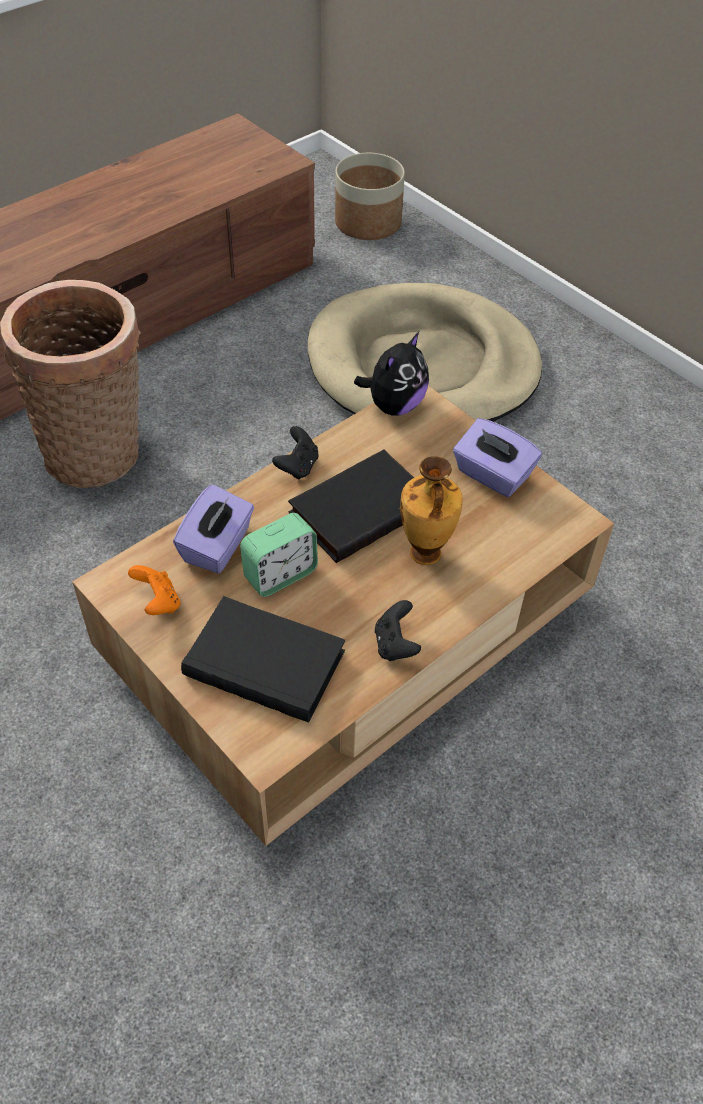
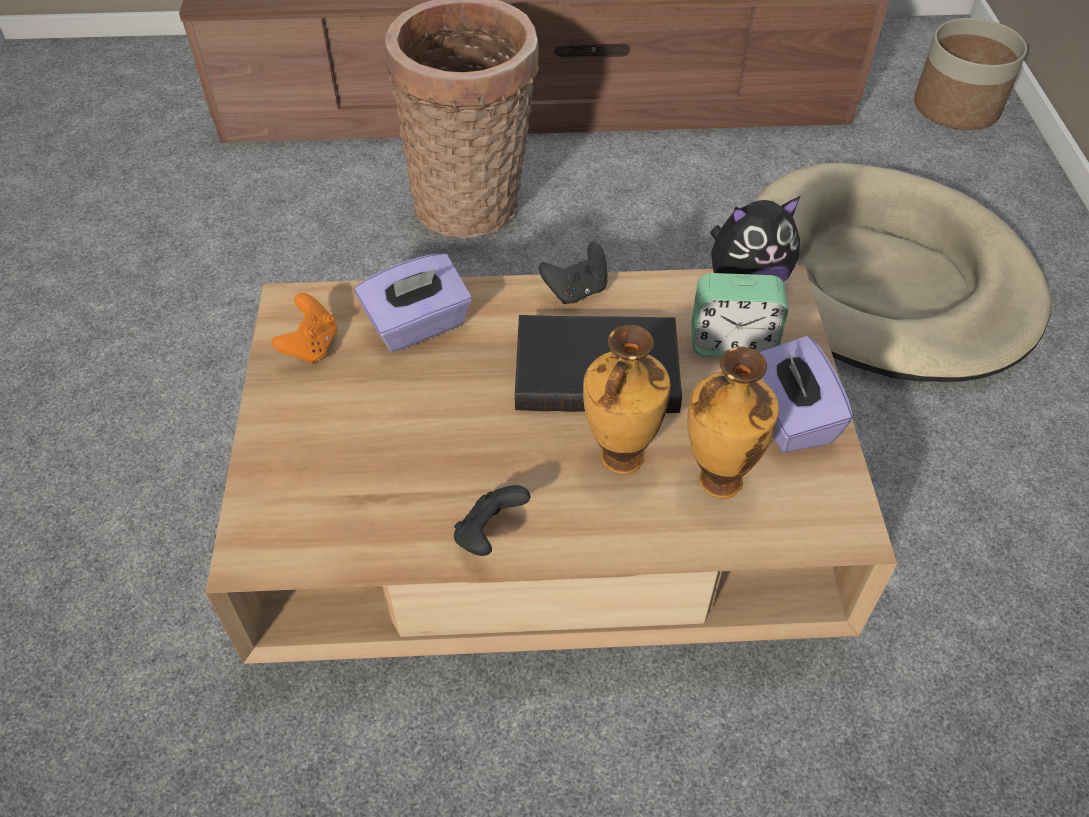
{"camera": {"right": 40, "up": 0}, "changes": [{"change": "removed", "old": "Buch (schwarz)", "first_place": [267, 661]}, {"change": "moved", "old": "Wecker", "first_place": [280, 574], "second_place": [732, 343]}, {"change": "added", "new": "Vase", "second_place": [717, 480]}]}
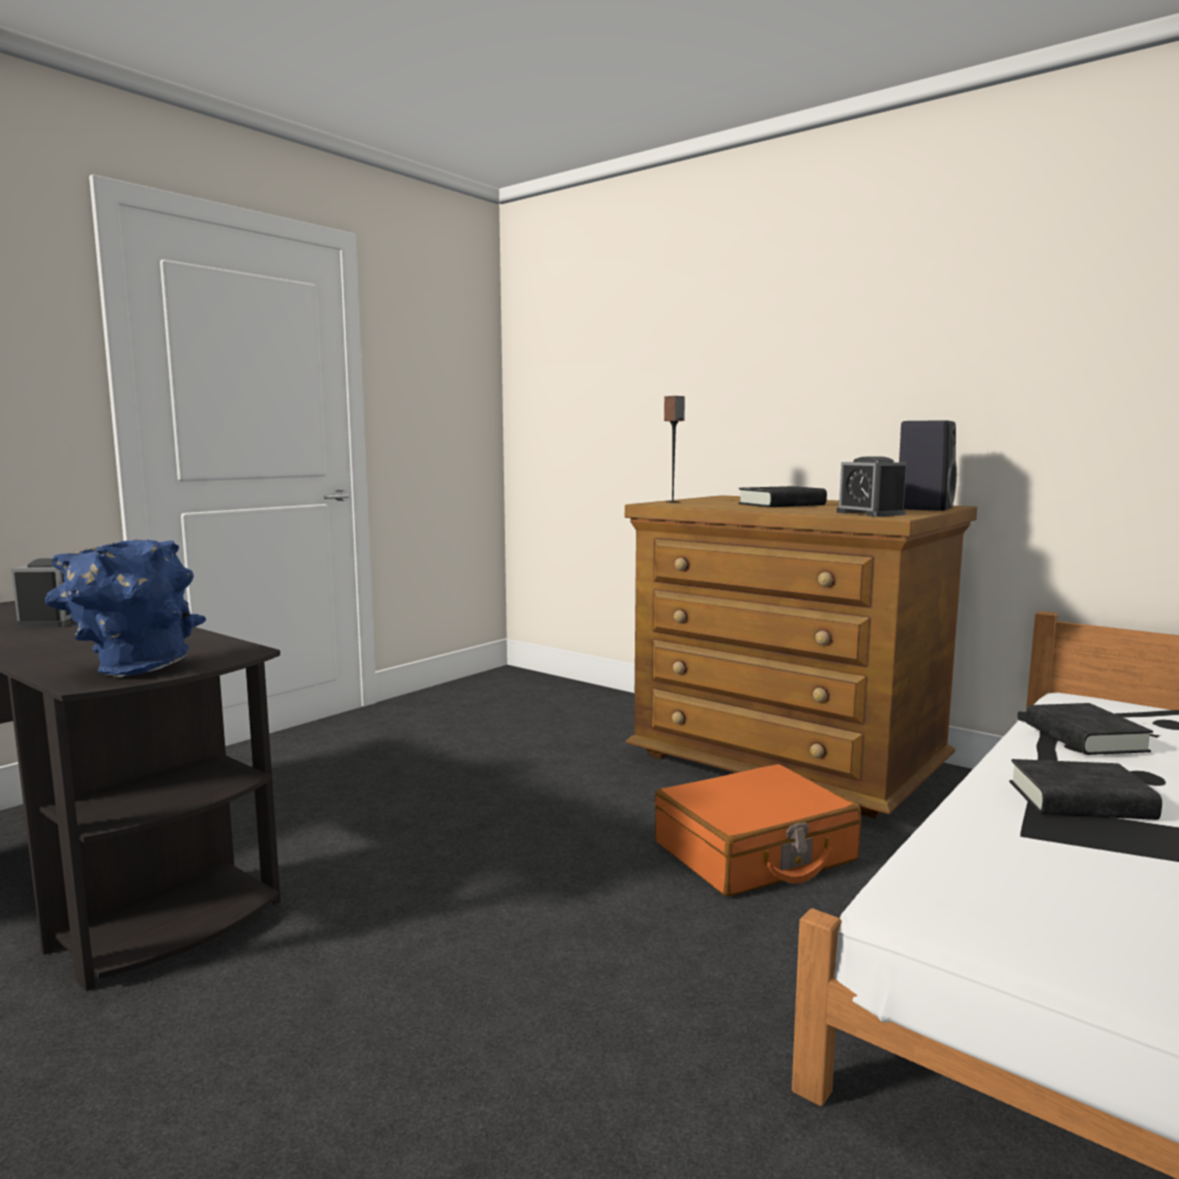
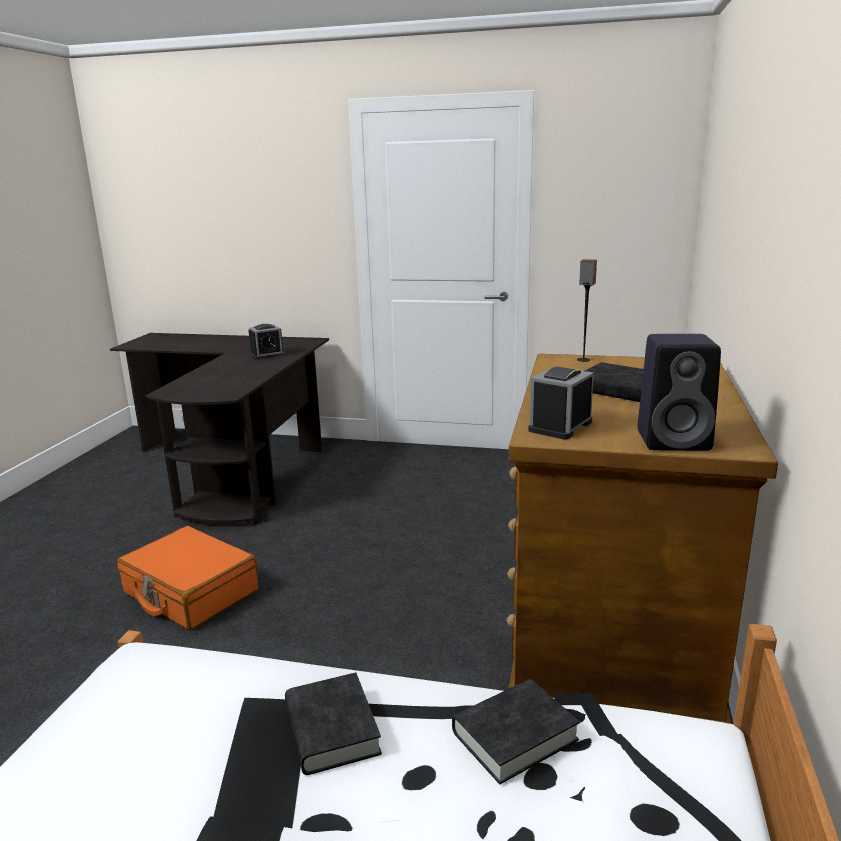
{"camera": {"right": 65, "up": 10}, "changes": [{"change": "removed", "old": "Vase (blau)", "first_place": [133, 671]}, {"change": "moved", "old": "Koffer (orange)", "first_place": [755, 853], "second_place": [190, 592]}]}
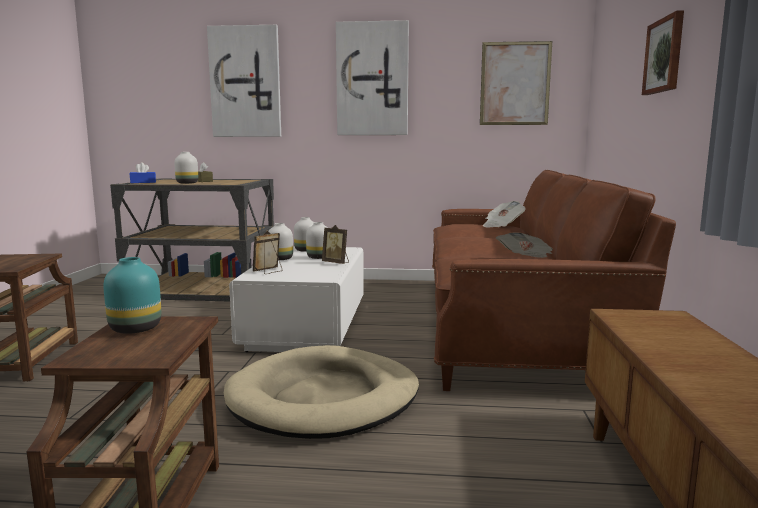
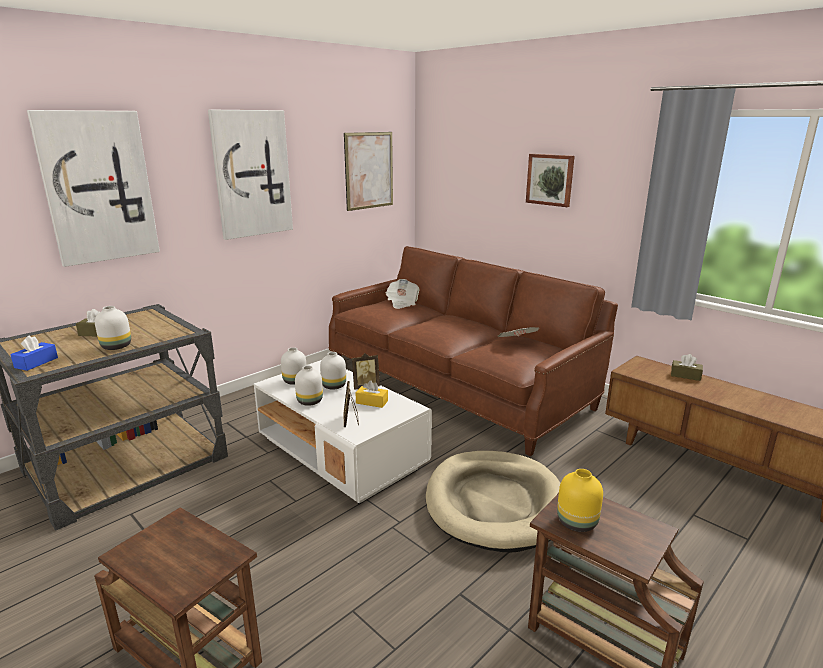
{"camera": {"right": -50, "up": 10}, "changes": [{"change": "recoloured", "old": "Vase (türkis)", "new": "Vase (gelb)", "first_place": [136, 328], "second_place": [575, 522]}, {"change": "added", "new": "Taschentuchbox (gelb)", "second_place": [372, 402]}, {"change": "added", "new": "Taschentuchbox (braun)", "second_place": [685, 375]}]}
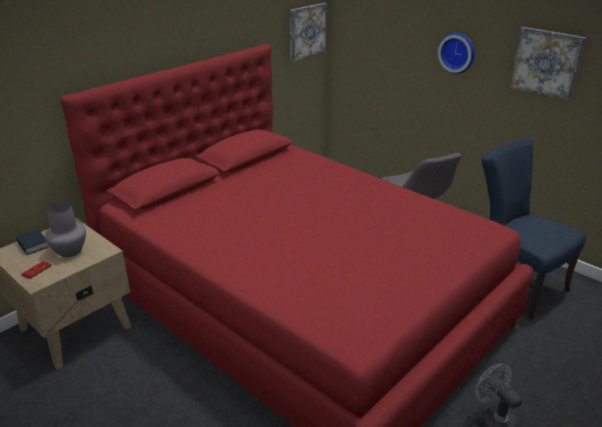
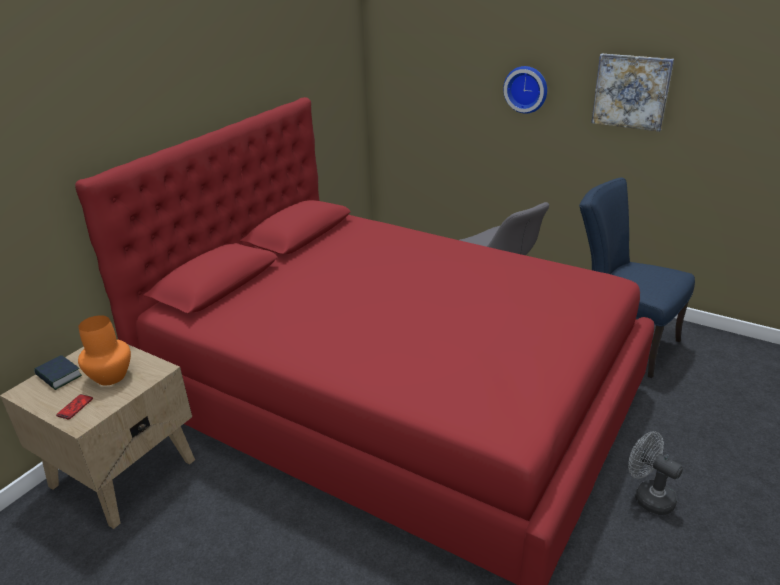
{"camera": {"right": -10, "up": 0}, "changes": [{"change": "recoloured", "old": "Vase (grau)", "new": "Vase (orange)", "first_place": [69, 250], "second_place": [110, 376]}, {"change": "removed", "old": "Bild", "first_place": [307, 31]}]}
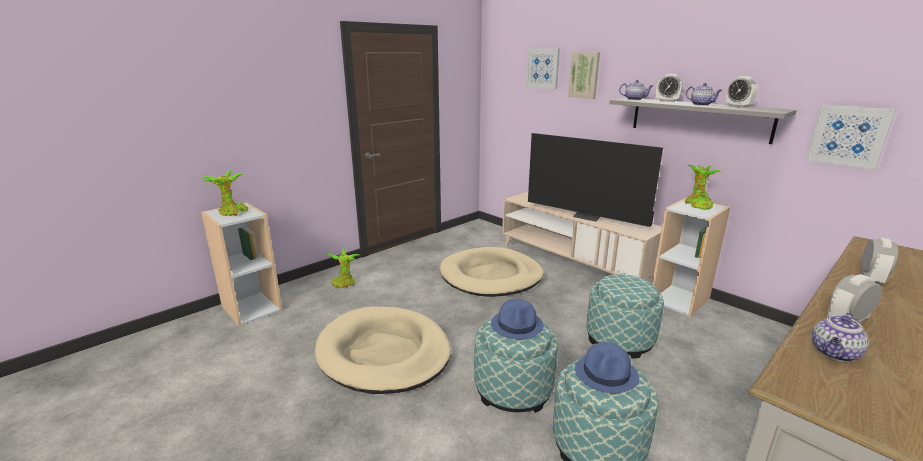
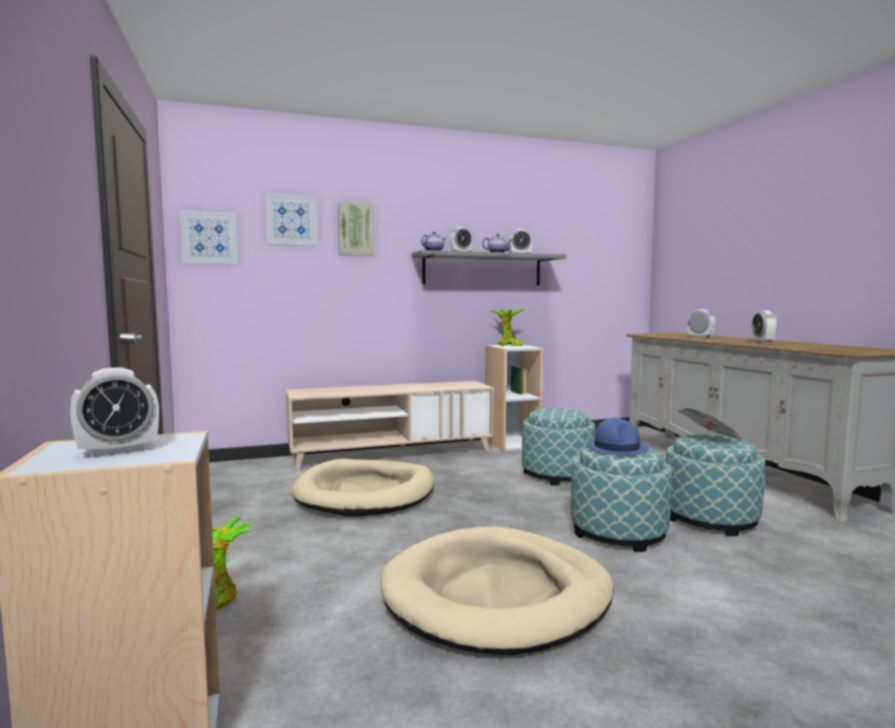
{"camera": {"right": -65, "up": -15}, "changes": [{"change": "replaced", "old": "Topfpflanze", "new": "Wecker", "first_place": [232, 213], "second_place": [118, 451]}, {"change": "removed", "old": "Fernseher", "first_place": [587, 217]}, {"change": "replaced", "old": "Hut (blau)", "new": "Zeitung", "first_place": [606, 374], "second_place": [710, 440]}, {"change": "moved", "old": "Bild", "first_place": [848, 136], "second_place": [209, 238]}, {"change": "removed", "old": "Teekanne", "first_place": [834, 353]}]}
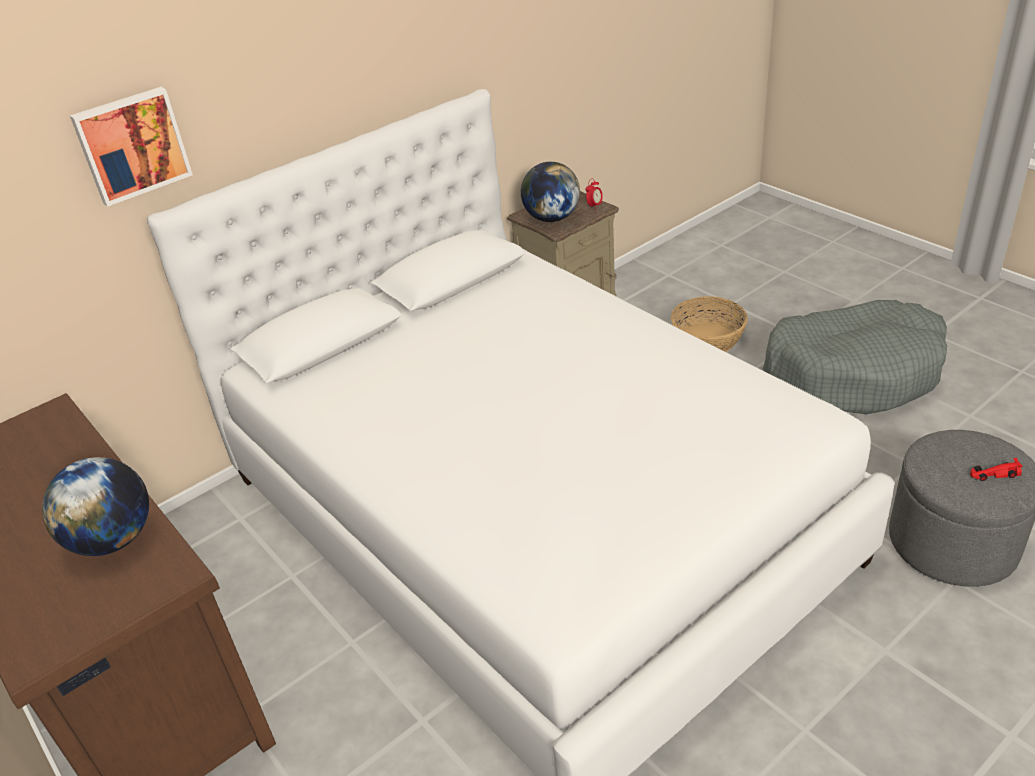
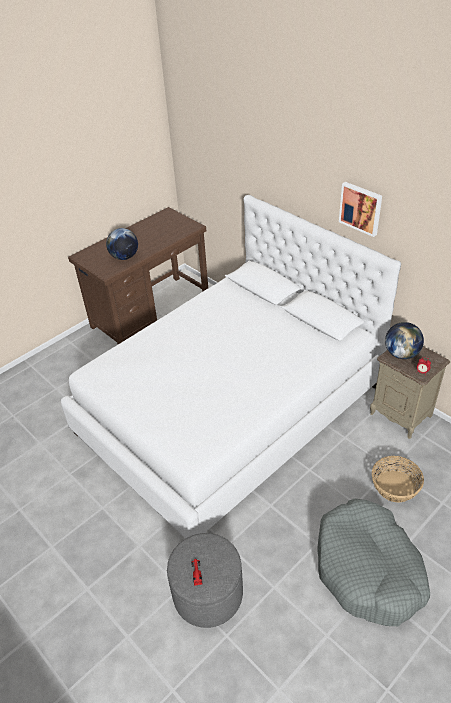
{"camera": {"right": 85, "up": 5}, "changes": [{"change": "moved", "old": "Bild", "first_place": [132, 145], "second_place": [361, 208]}]}
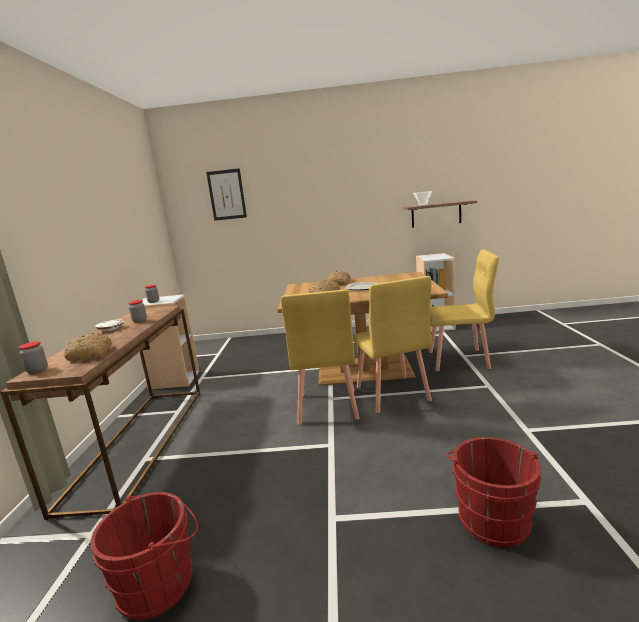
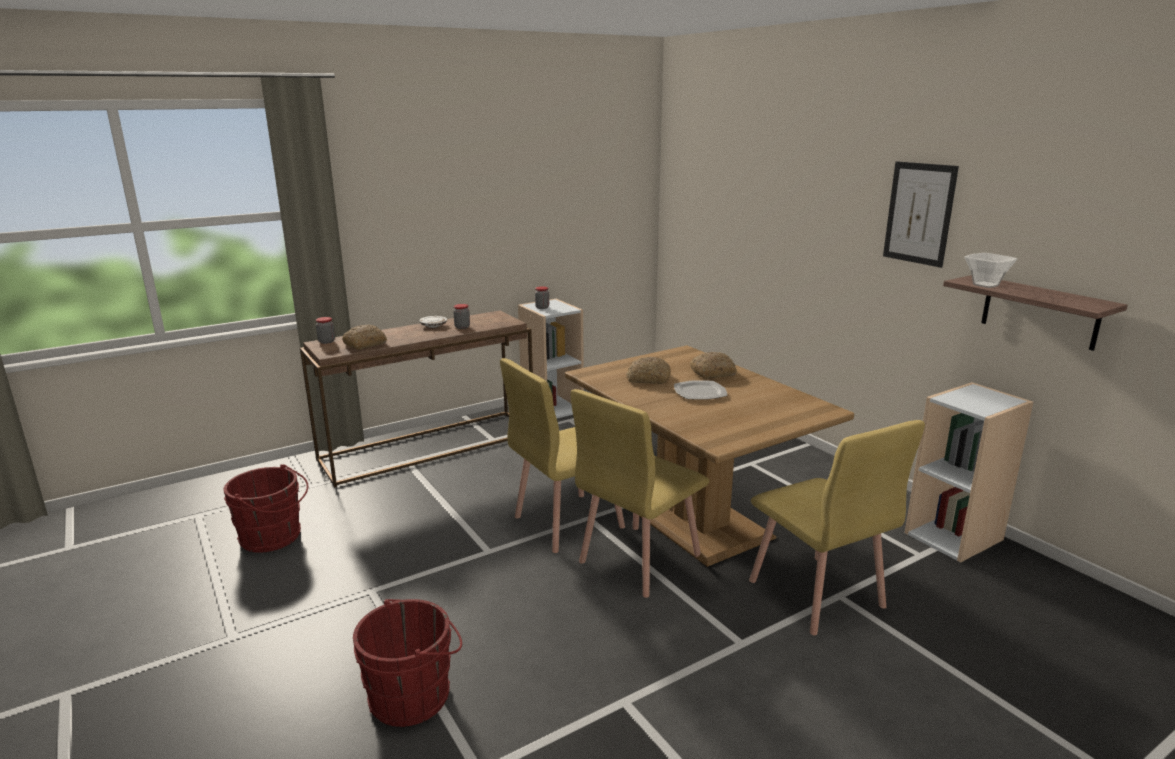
{"camera": {"right": 55, "up": 5}, "changes": [{"change": "moved", "old": "Bild", "first_place": [226, 194], "second_place": [919, 213]}]}
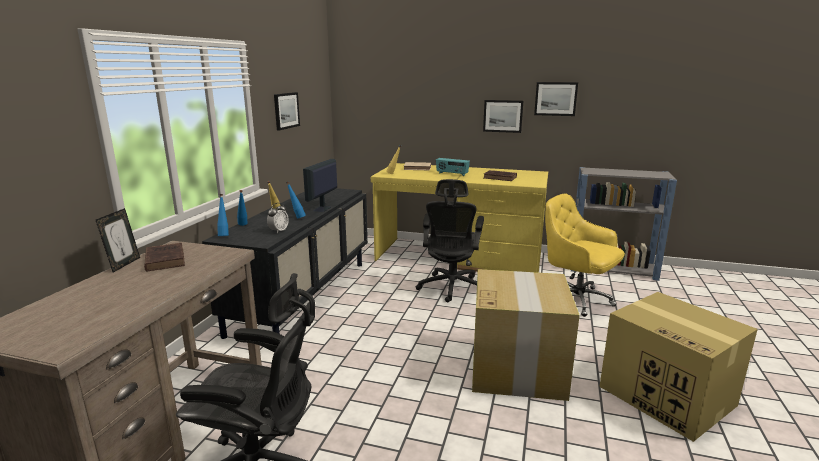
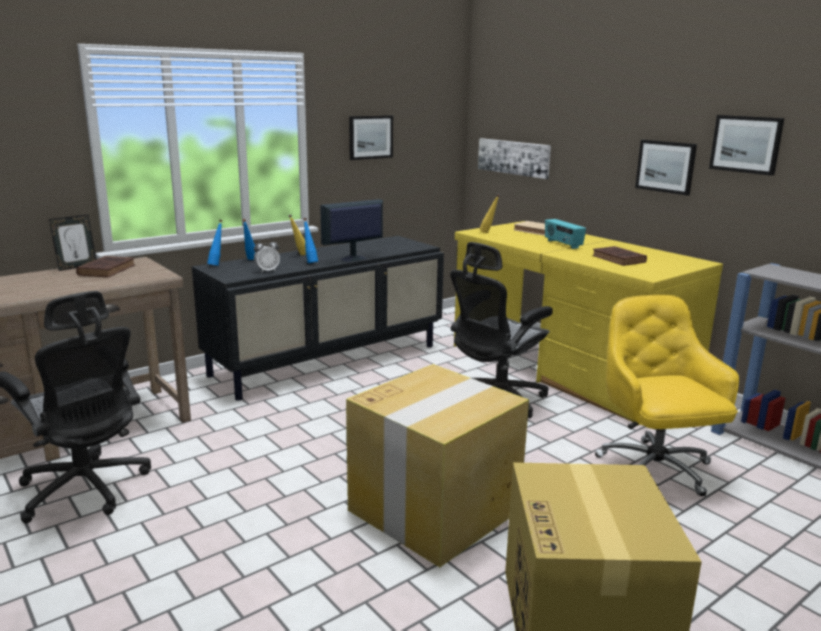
{"camera": {"right": 35, "up": 0}, "changes": [{"change": "added", "new": "Bild", "second_place": [514, 157]}]}
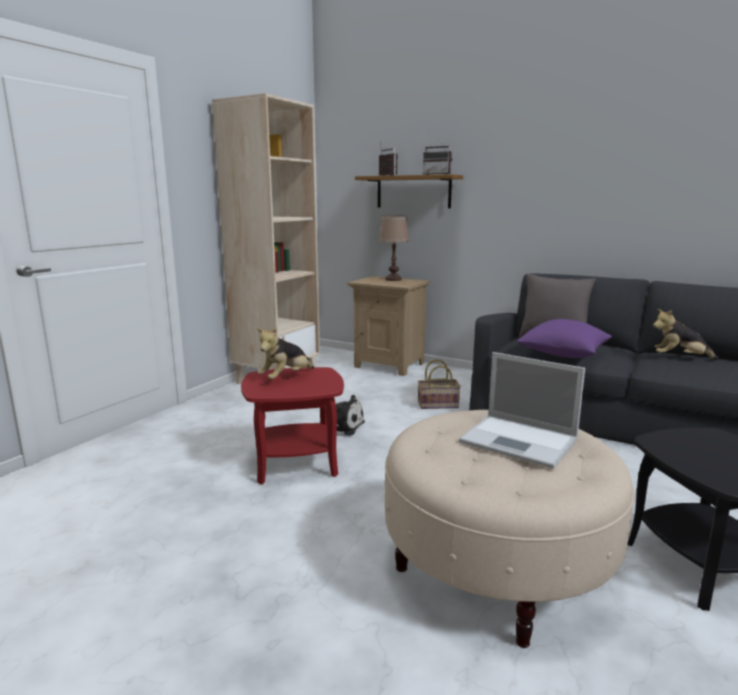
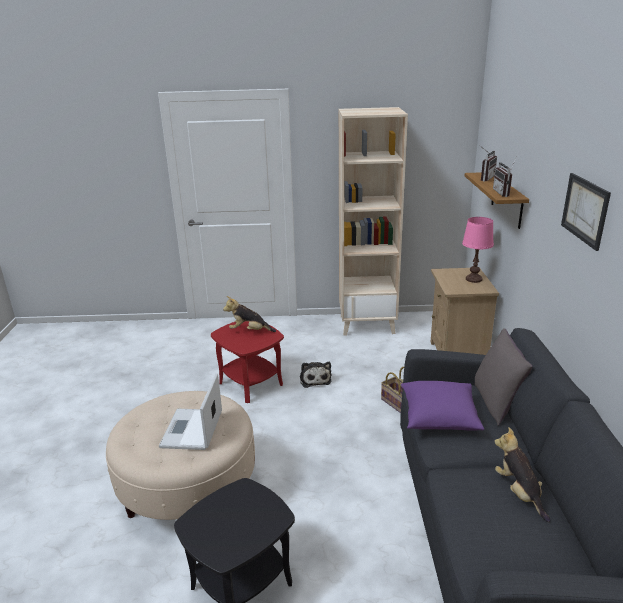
{"camera": {"right": 60, "up": 10}, "changes": [{"change": "recoloured", "old": "Tischlampe (braun)", "new": "Tischlampe (rosa)", "first_place": [393, 279], "second_place": [473, 279]}, {"change": "added", "new": "Bild", "second_place": [585, 210]}]}
